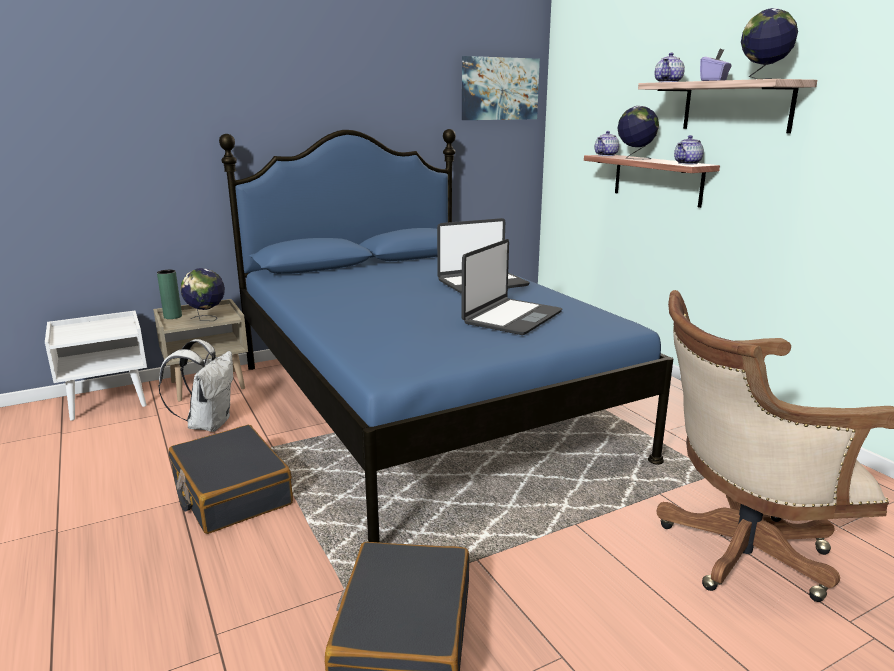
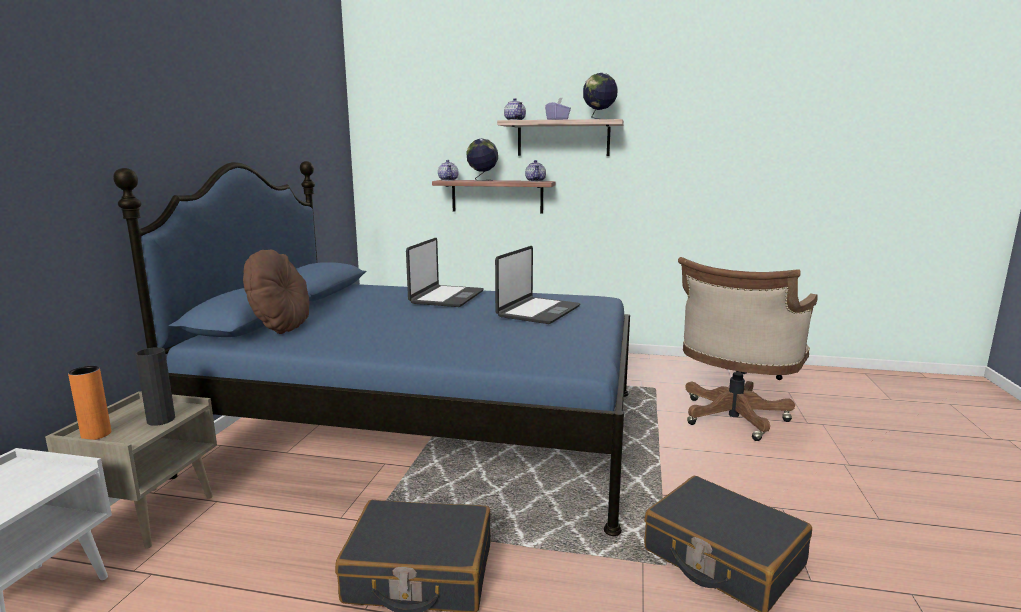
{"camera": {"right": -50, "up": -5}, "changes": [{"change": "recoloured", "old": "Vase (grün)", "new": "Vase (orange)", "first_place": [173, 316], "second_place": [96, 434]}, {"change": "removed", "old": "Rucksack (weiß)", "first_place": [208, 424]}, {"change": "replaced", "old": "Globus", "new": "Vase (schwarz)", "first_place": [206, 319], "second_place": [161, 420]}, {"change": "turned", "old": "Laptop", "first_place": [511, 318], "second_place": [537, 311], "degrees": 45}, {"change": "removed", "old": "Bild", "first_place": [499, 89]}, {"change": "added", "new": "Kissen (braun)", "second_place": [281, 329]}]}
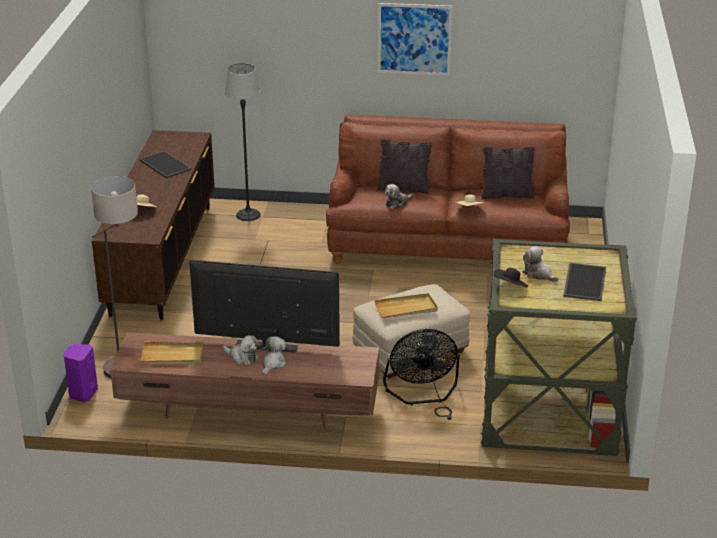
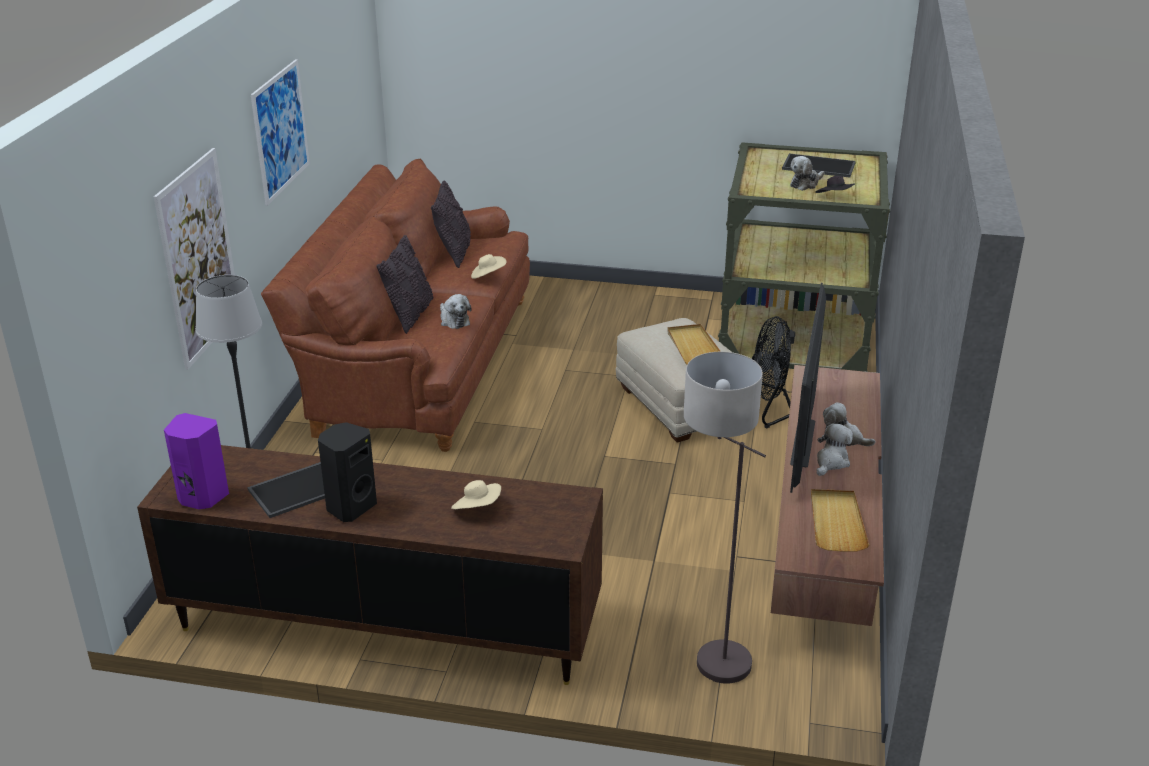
{"camera": {"right": -85, "up": 0}, "changes": [{"change": "moved", "old": "Lautsprecher (lila)", "first_place": [82, 393], "second_place": [202, 498]}, {"change": "added", "new": "Bild", "second_place": [199, 258]}, {"change": "added", "new": "Lautsprecher (schwarz)", "second_place": [350, 507]}]}
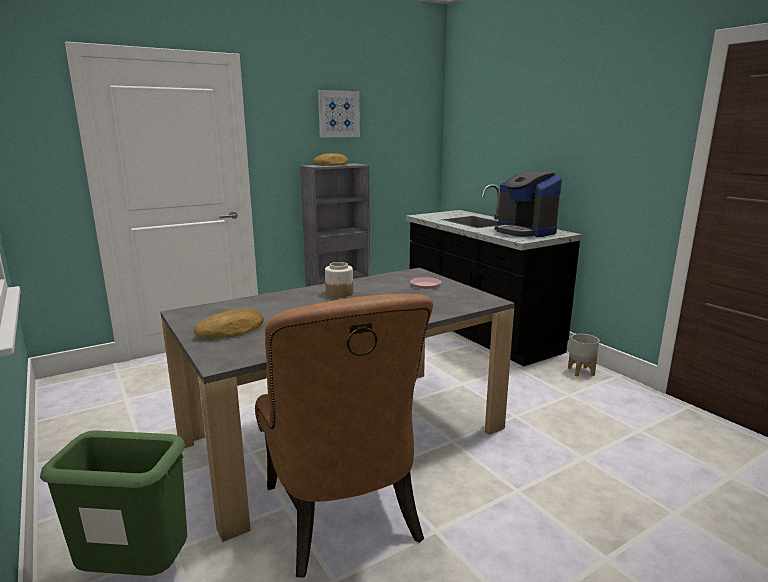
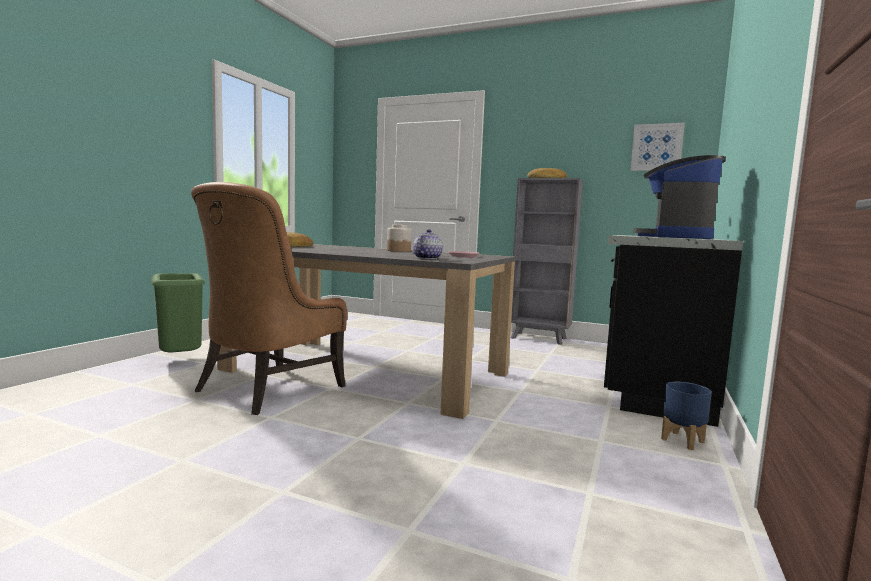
{"camera": {"right": 55, "up": -10}, "changes": [{"change": "moved", "old": "Bild", "first_place": [338, 114], "second_place": [656, 147]}, {"change": "recoloured", "old": "Pflanzkübel (grau)", "new": "Pflanzkübel (blau)", "first_place": [580, 371], "second_place": [682, 440]}, {"change": "added", "new": "Teekanne", "second_place": [426, 258]}]}
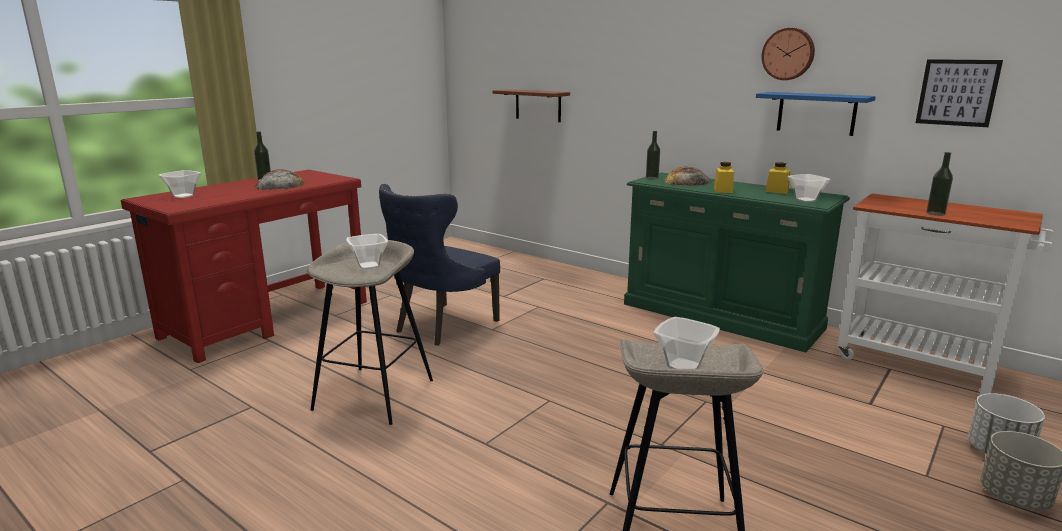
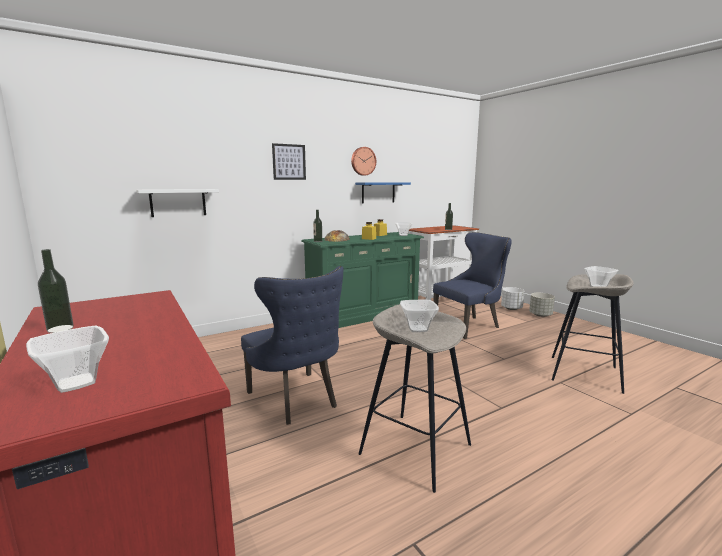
{"camera": {"right": -70, "up": -5}, "changes": [{"change": "removed", "old": "Brot", "first_place": [280, 185]}, {"change": "recoloured", "old": "Wandregal (braun)", "new": "Wandregal (weiß)", "first_place": [538, 105], "second_place": [178, 202]}, {"change": "moved", "old": "Bild", "first_place": [957, 92], "second_place": [289, 162]}, {"change": "added", "new": "Stuhl (blau)", "second_place": [469, 326]}]}
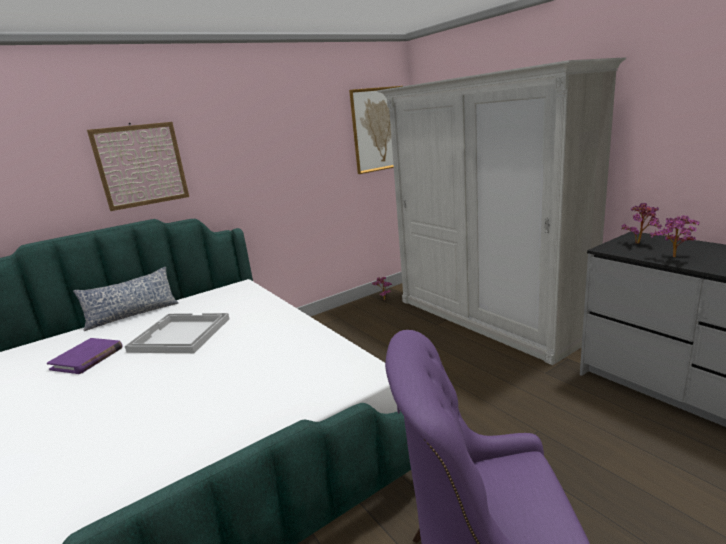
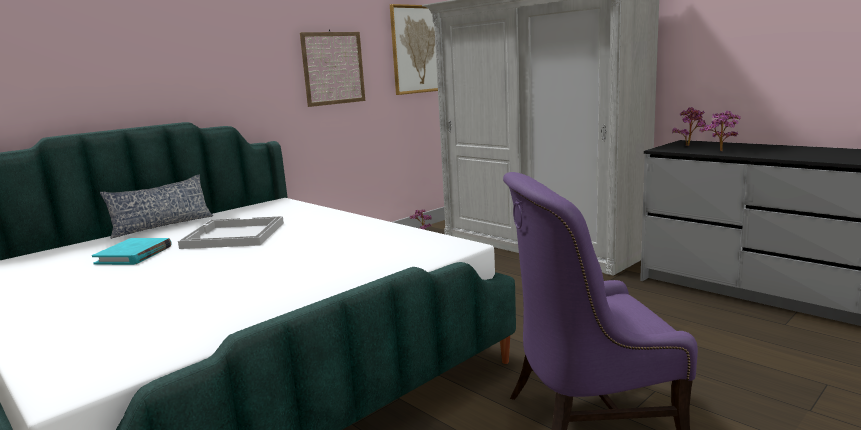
{"camera": {"right": -10, "up": -5}, "changes": [{"change": "recoloured", "old": "Buch (lila)", "new": "Buch (türkis)", "first_place": [87, 358], "second_place": [134, 255]}, {"change": "moved", "old": "Bild", "first_place": [141, 164], "second_place": [333, 67]}]}
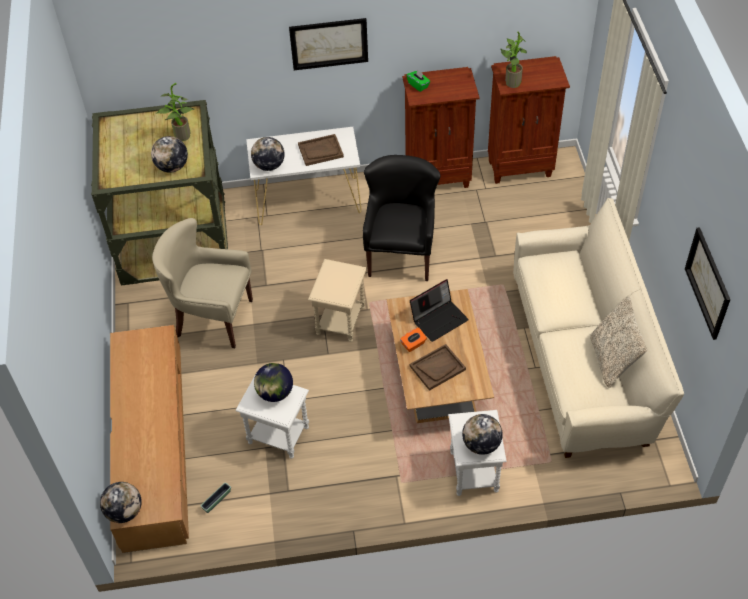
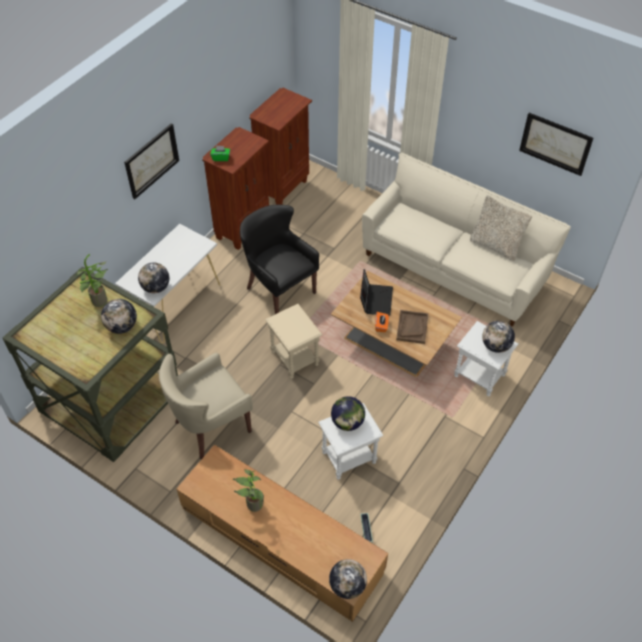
{"camera": {"right": -50, "up": 0}, "changes": [{"change": "removed", "old": "Tablett (braun)", "first_place": [320, 151]}, {"change": "moved", "old": "Topfpflanze", "first_place": [511, 82], "second_place": [252, 505]}]}
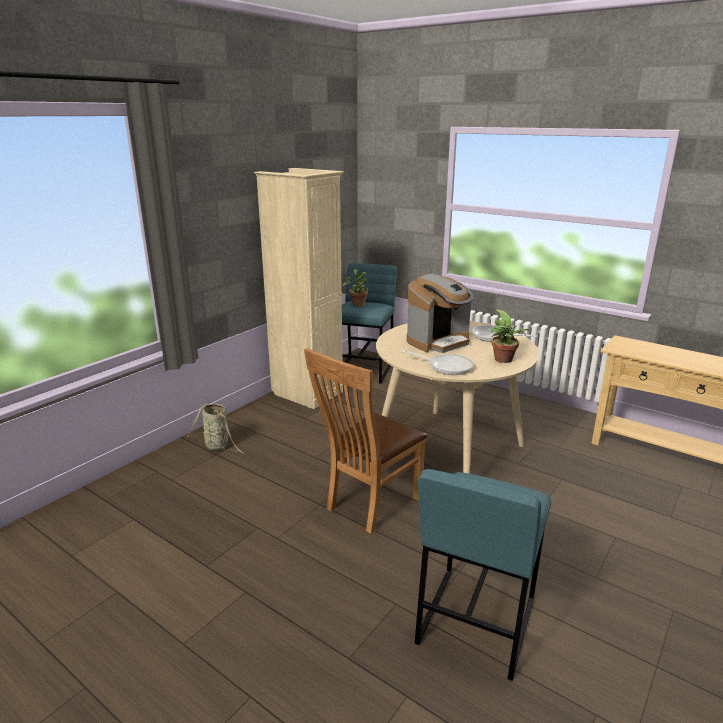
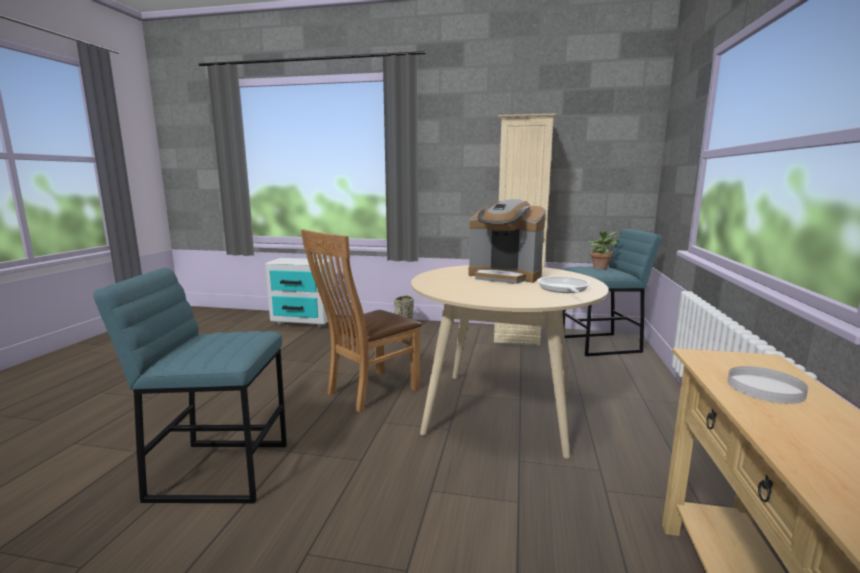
{"camera": {"right": 65, "up": -10}, "changes": [{"change": "turned", "old": "Stuhl (braun)", "first_place": [369, 504], "second_place": [367, 392], "degrees": -60}, {"change": "removed", "old": "Pfanne", "first_place": [446, 366]}, {"change": "removed", "old": "Topfpflanze", "first_place": [505, 360]}, {"change": "added", "new": "Nachttisch (weiß)", "second_place": [303, 323]}, {"change": "added", "new": "Teller (weiß)", "second_place": [765, 388]}]}
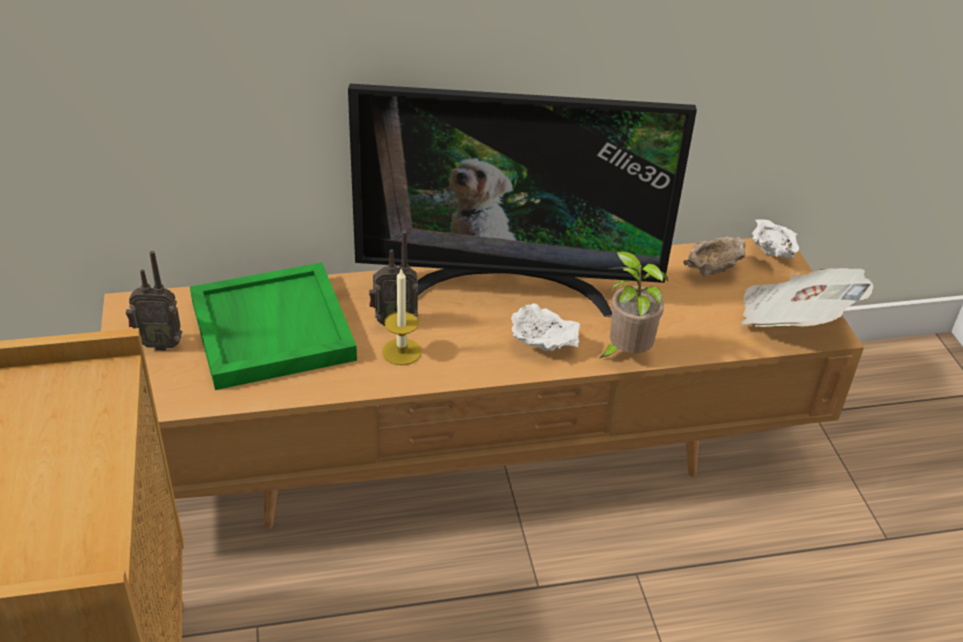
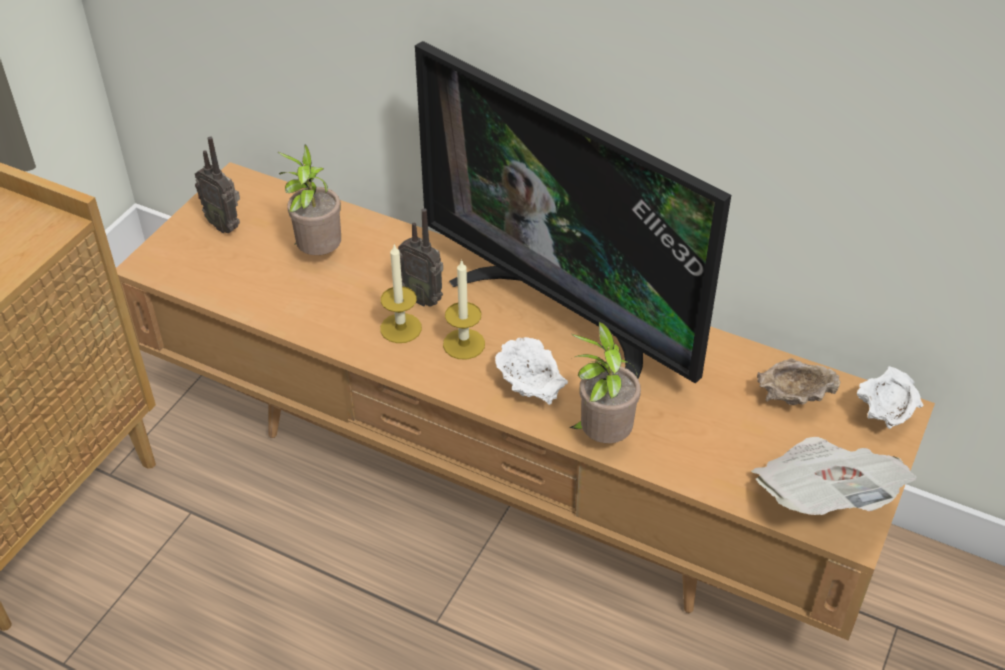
{"camera": {"right": 40, "up": 5}, "changes": [{"change": "replaced", "old": "Tablett (grün)", "new": "Topfpflanze", "first_place": [270, 329], "second_place": [318, 254]}, {"change": "added", "new": "Kerze", "second_place": [464, 344]}]}
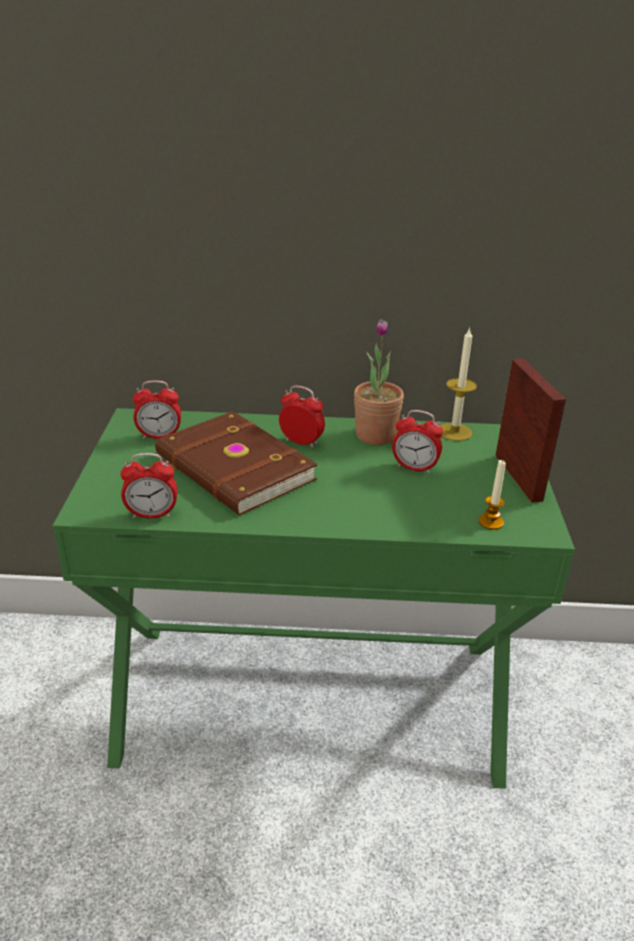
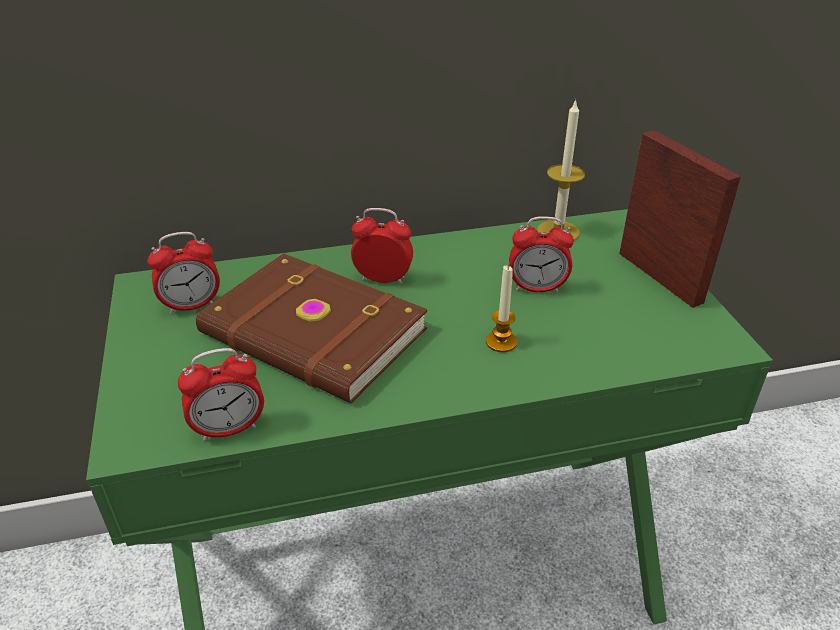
{"camera": {"right": -15, "up": 5}, "changes": [{"change": "removed", "old": "Topfpflanze", "first_place": [375, 435]}, {"change": "moved", "old": "Kerze", "first_place": [491, 522], "second_place": [501, 342]}]}
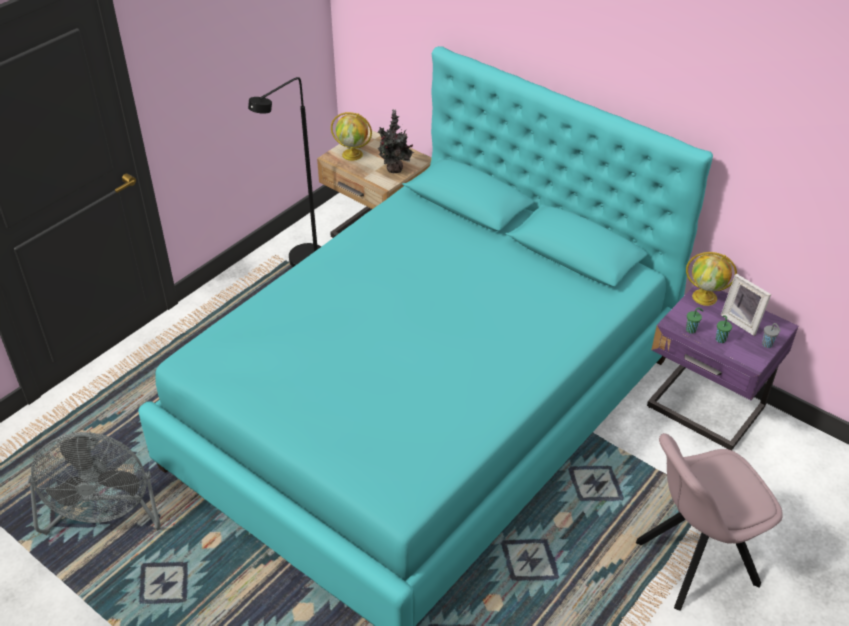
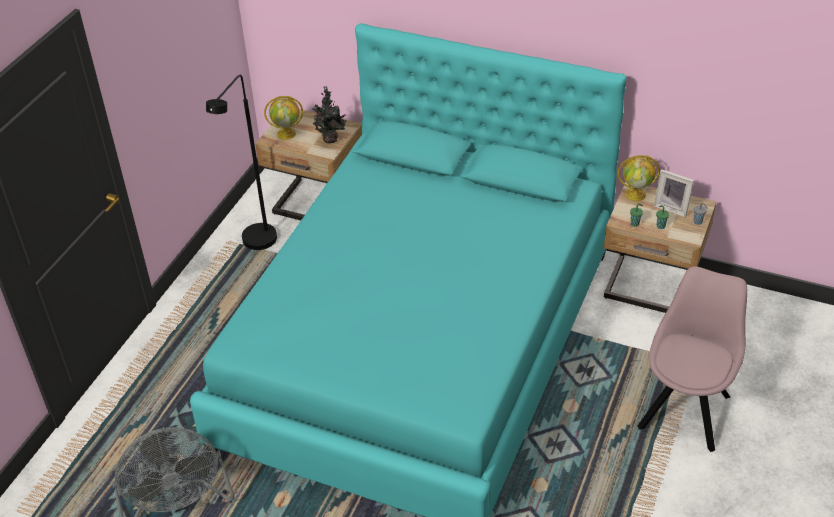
{"camera": {"right": -15, "up": 0}, "changes": [{"change": "turned", "old": "Stuhl (rosa)", "first_place": [695, 562], "second_place": [685, 411], "degrees": 150}, {"change": "recoloured", "old": "Nachttisch (lila)", "new": "Nachttisch (beige)", "first_place": [704, 410], "second_place": [650, 289]}]}
